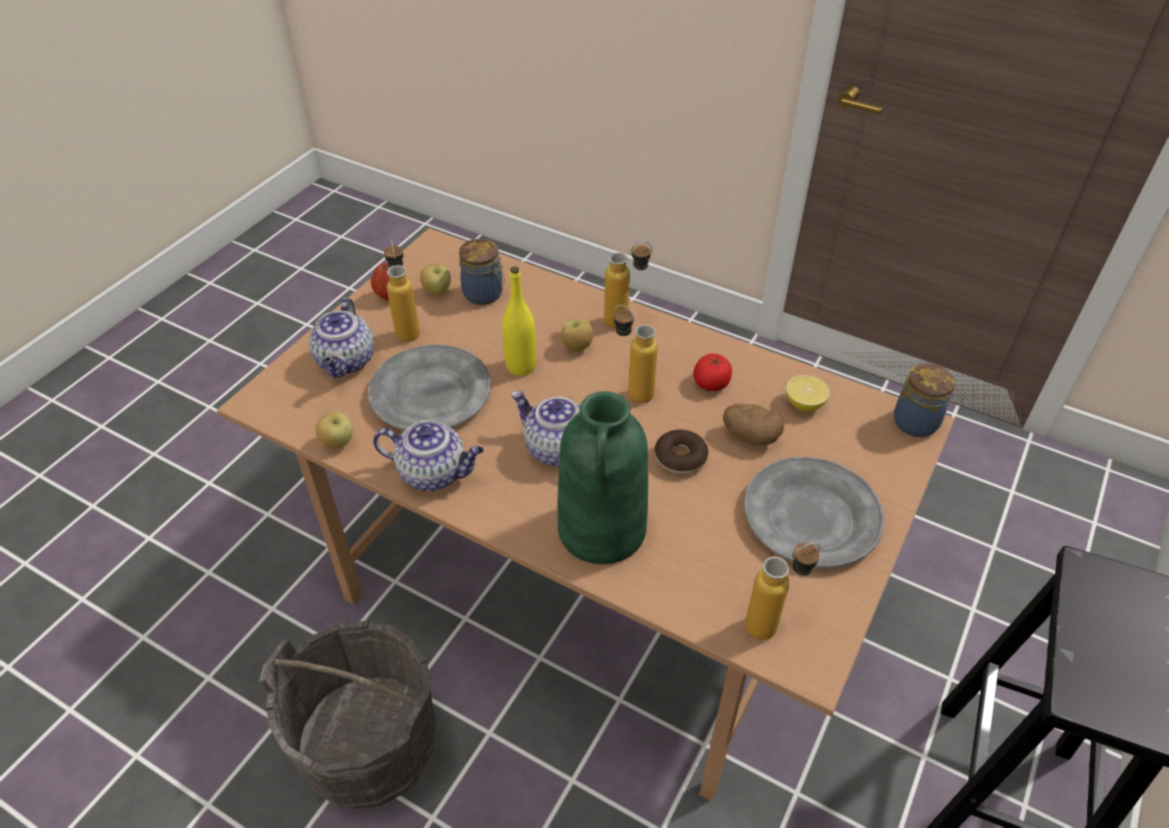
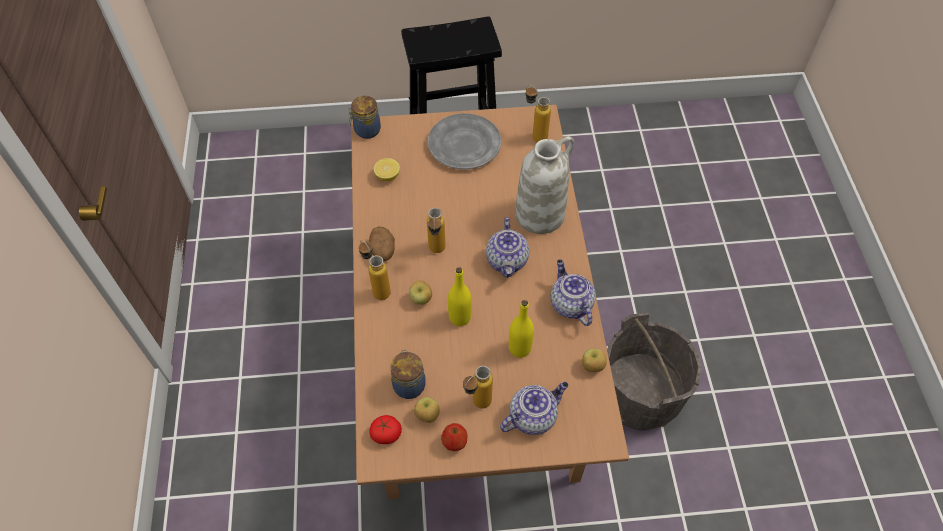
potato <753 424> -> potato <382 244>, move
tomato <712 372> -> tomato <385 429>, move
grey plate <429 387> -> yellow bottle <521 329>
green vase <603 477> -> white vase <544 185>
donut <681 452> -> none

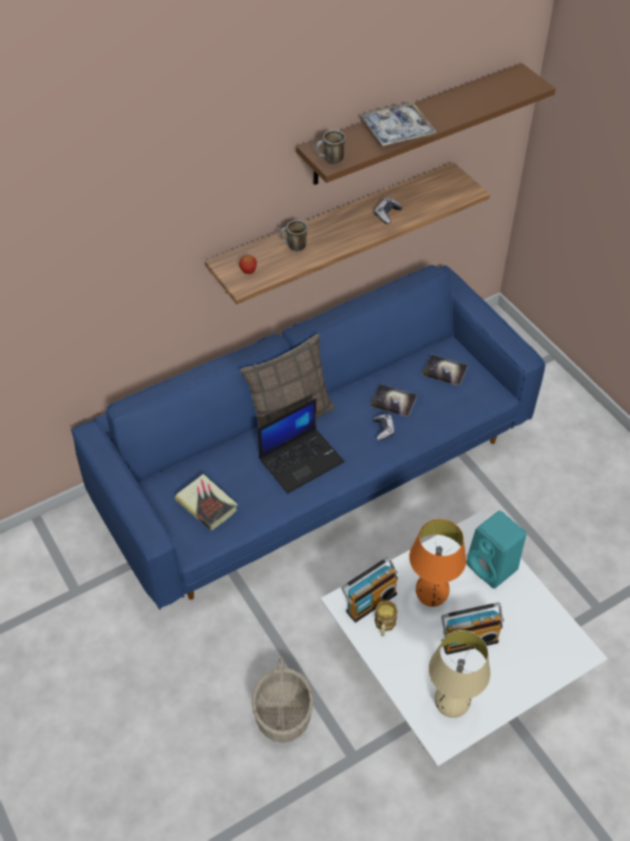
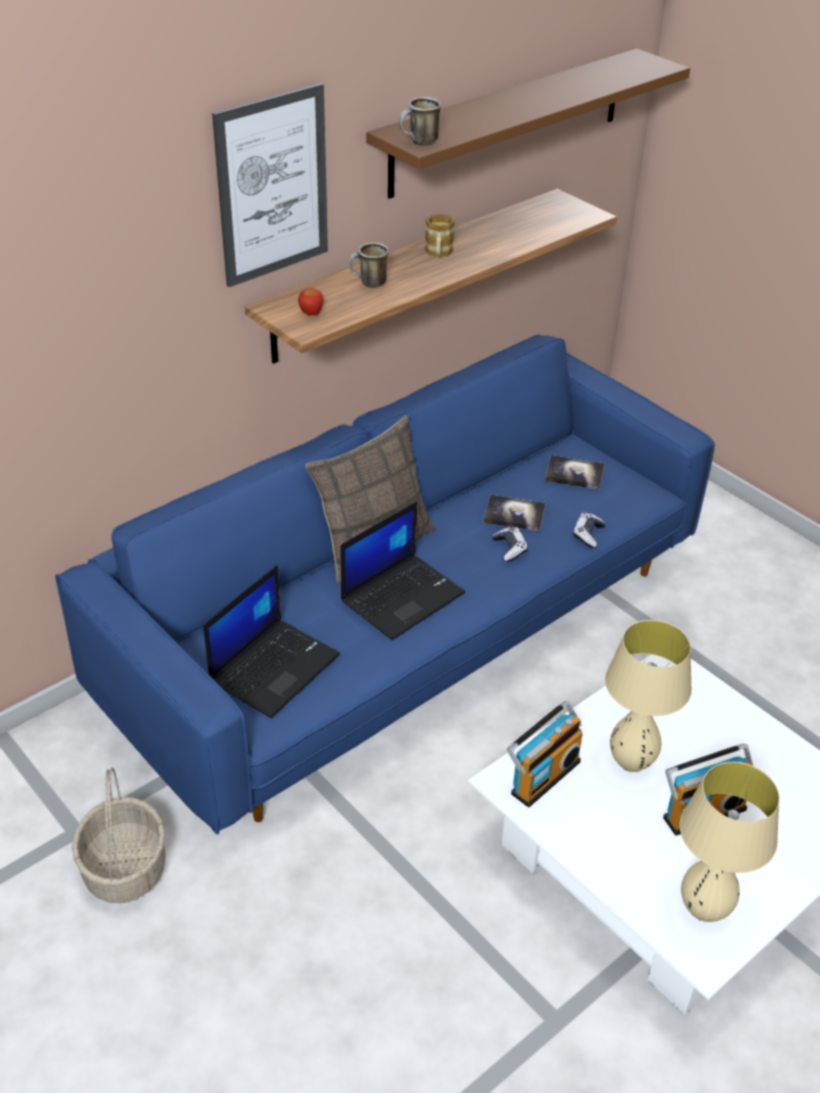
basket <283 699> -> basket <119 835>, move
book <206 502> -> laptop <271 641>
none -> picture <270 185>
mug <386 618> -> mug <440 235>, move
game controller <388 211> -> game controller <589 530>, move
orange table lamp <437 563> -> beige table lamp <648 696>
tray <398 124> -> none
turquoise speaker <496 550> -> none

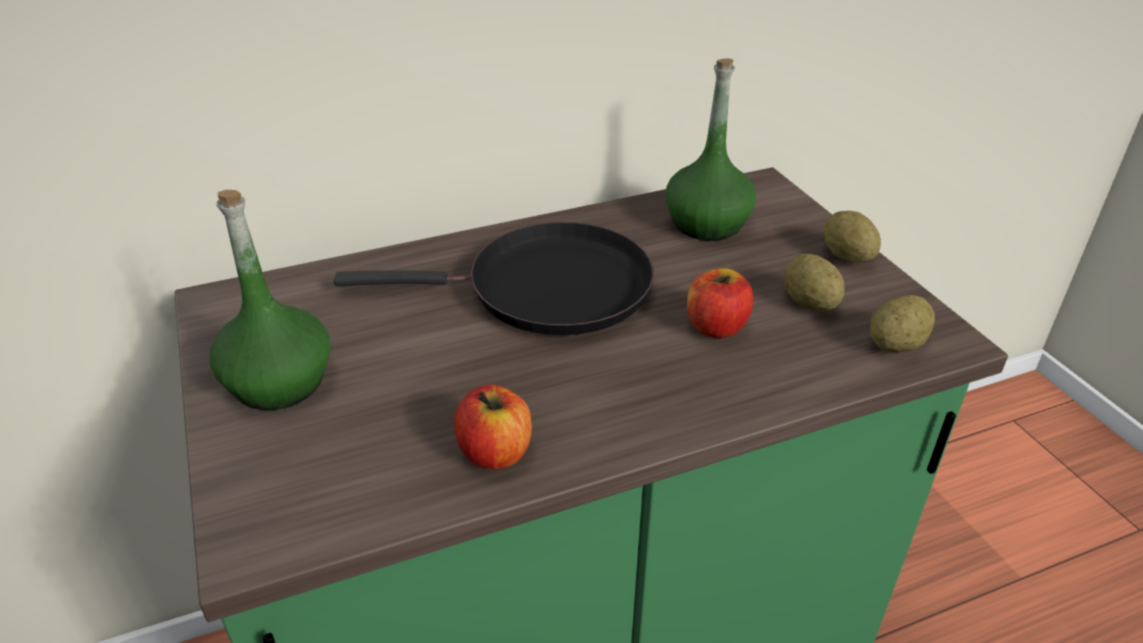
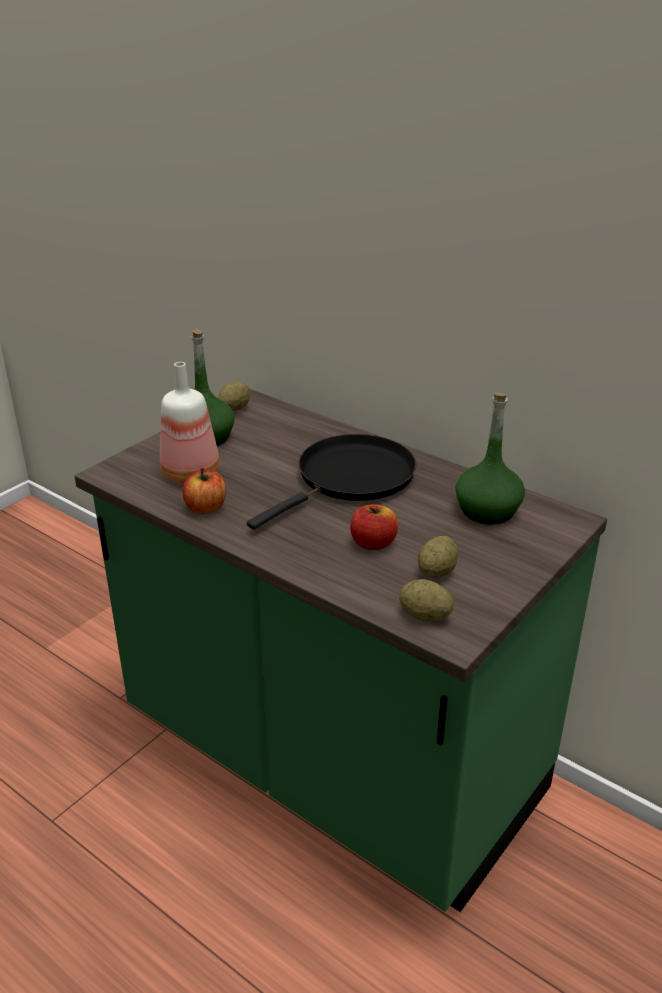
none -> bottle <190 423>
potato <852 236> -> potato <234 396>, move
black frying pan <494 278> -> black frying pan <332 482>, 105 degrees counterclockwise

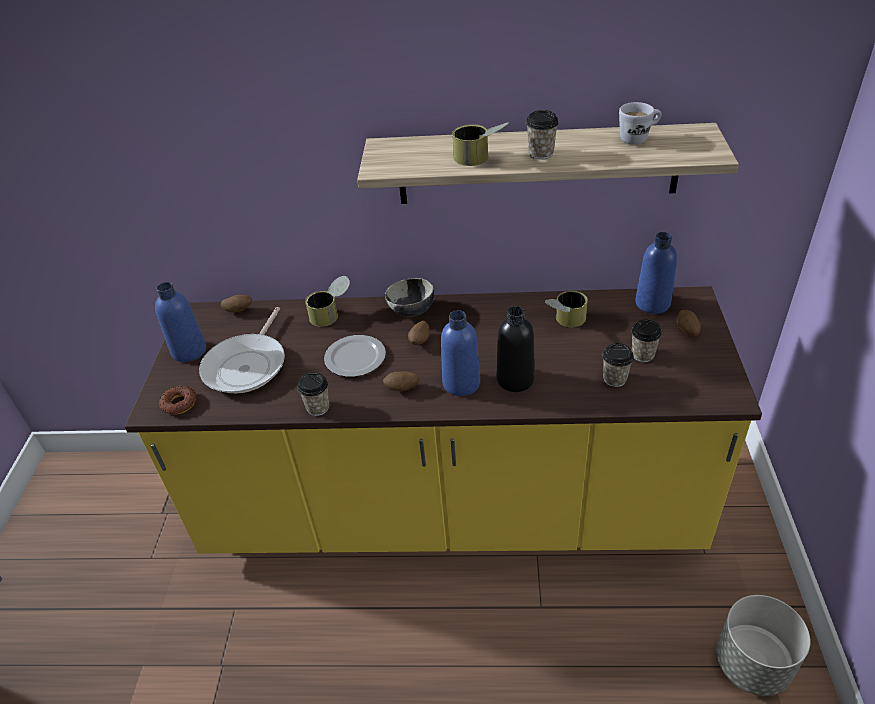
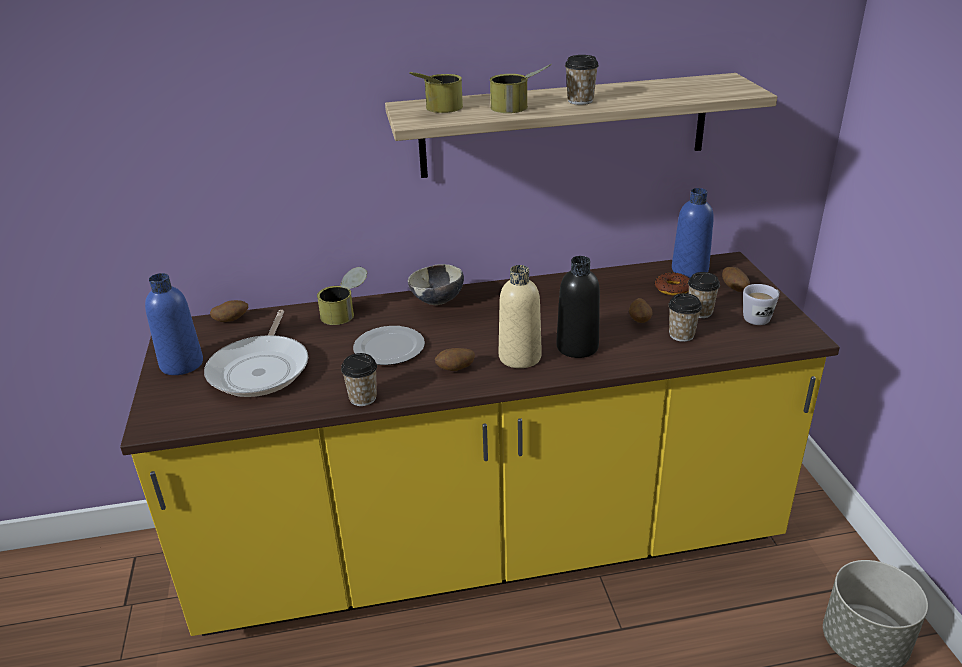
can <566 309> -> can <436 92>, move
blue bottle <460 353> -> beige bottle <520 316>
potato <418 333> -> potato <641 310>, move
donut <177 400> -> donut <672 283>, move
white mug <640 123> -> white mug <761 304>, move

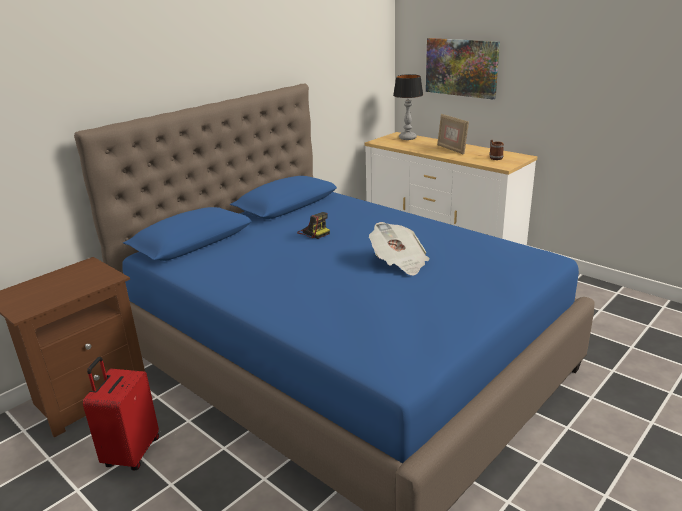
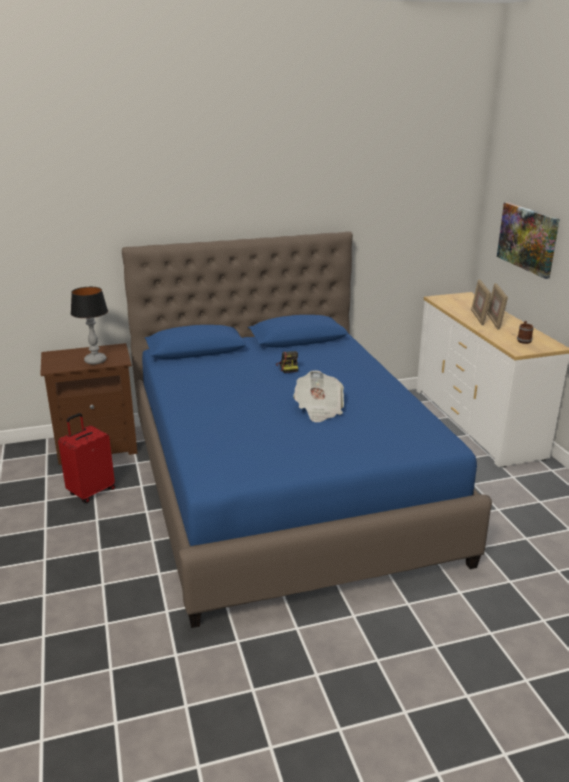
table lamp <408 107> -> table lamp <89 326>, move
none -> picture frame <481 302>

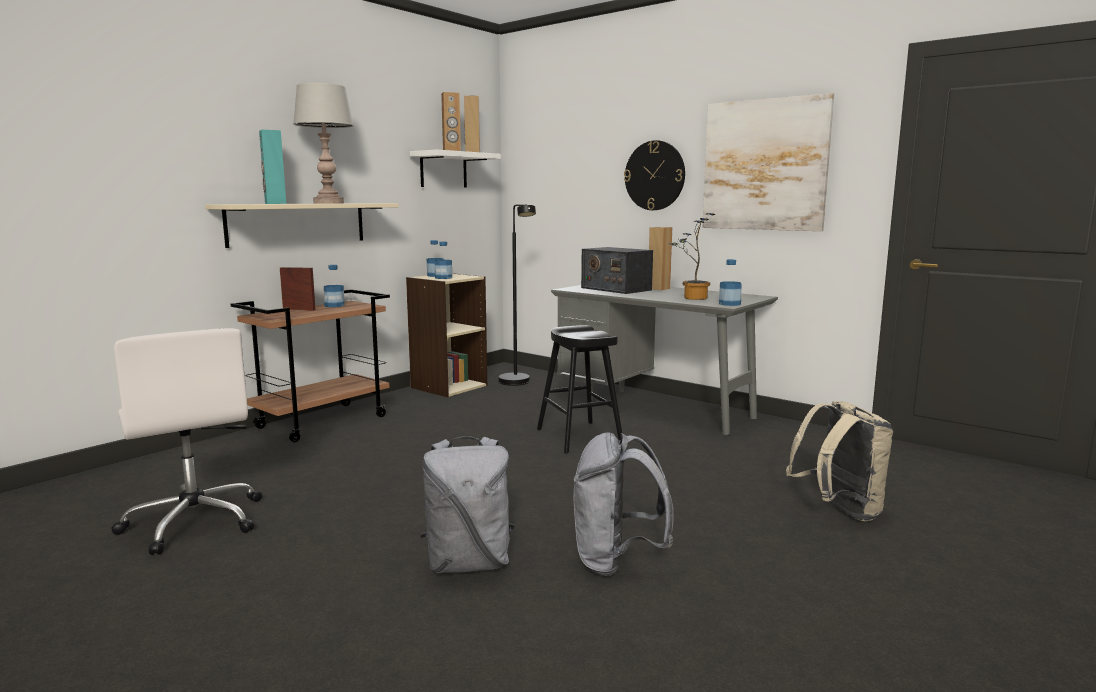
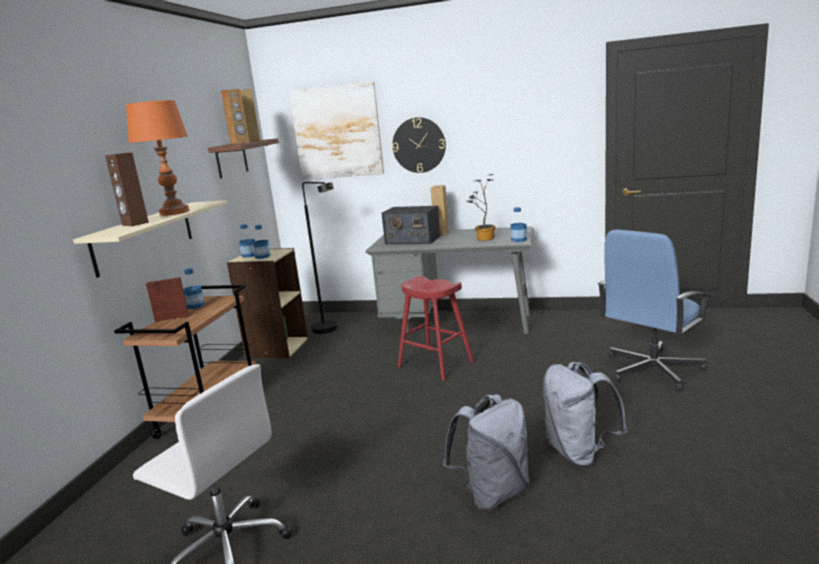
turquoise speaker <272 167> -> brown speaker <127 189>
grey table lamp <323 143> -> orange table lamp <157 158>
white shelf <455 169> -> brown shelf <243 158>
picture <768 162> -> picture <336 131>, move
black stool <579 389> -> red stool <436 328>
beige backpack <839 461> -> blue office chair <654 310>

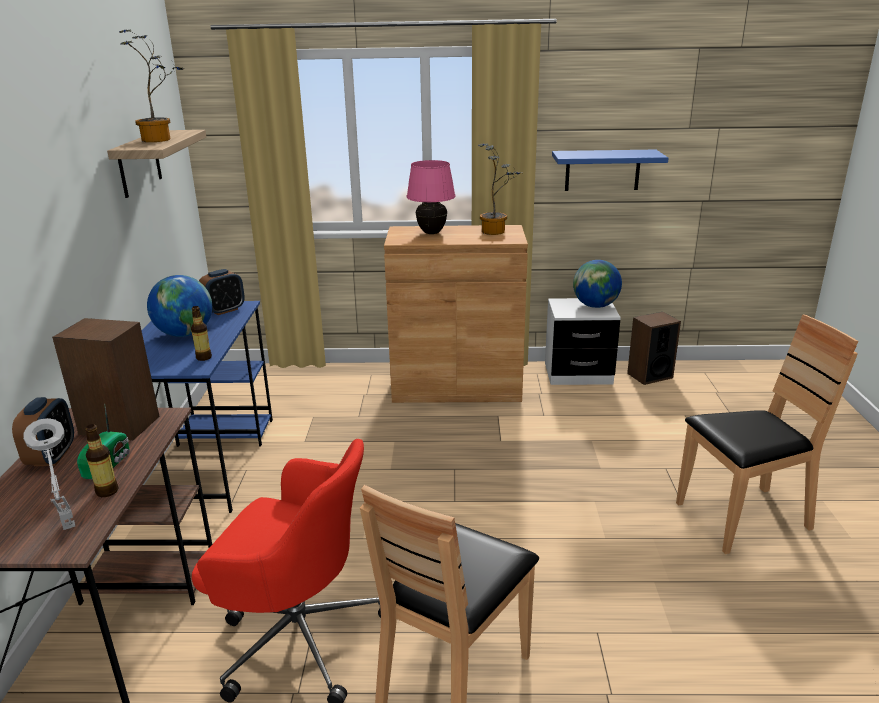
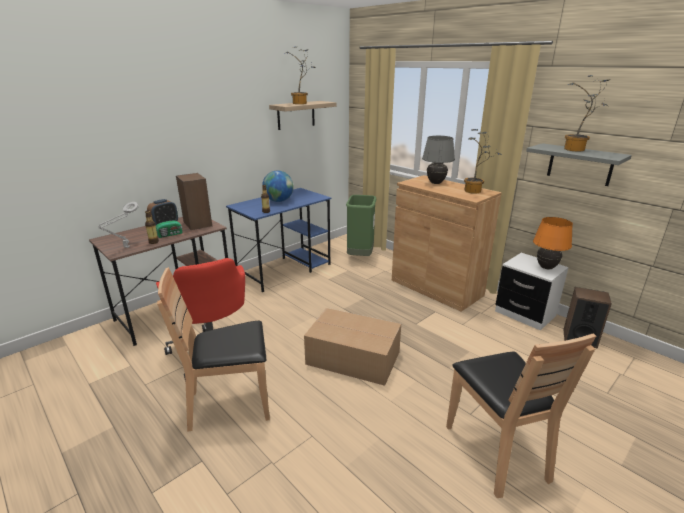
none -> cardboard box <352 347>
none -> green trash can <361 225>
pink table lamp <431 197> -> grey table lamp <438 160>
brown chair <767 434> -> brown chair <521 415>, 45 degrees clockwise
blue shelf <610 170> -> grey shelf <579 164>
globe <597 284> -> orange table lamp <553 243>
none -> potted plant <586 113>
alarm clock <222 292> -> none

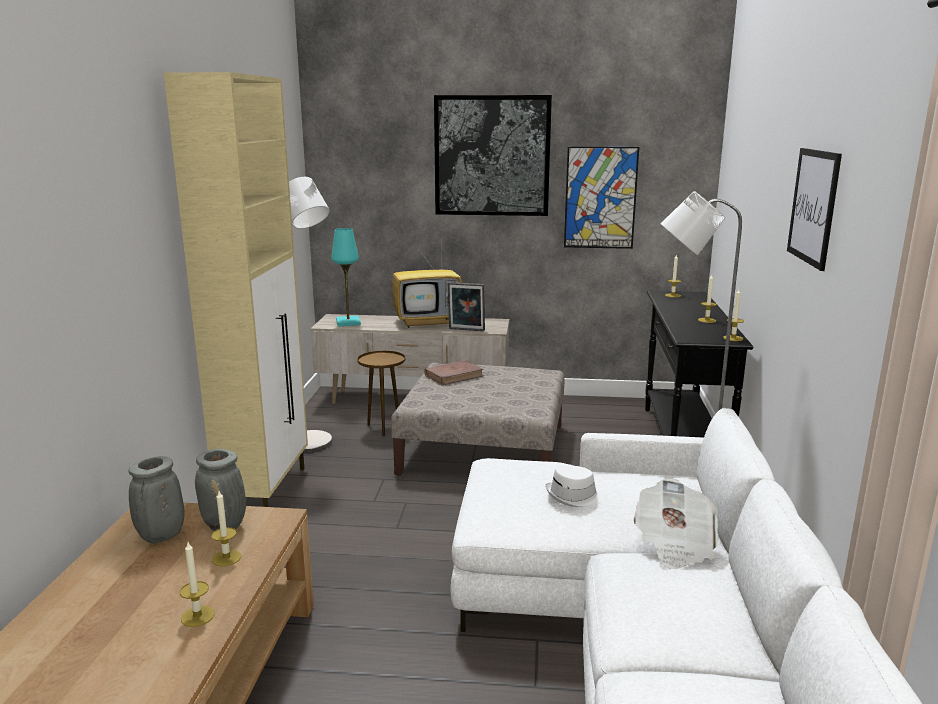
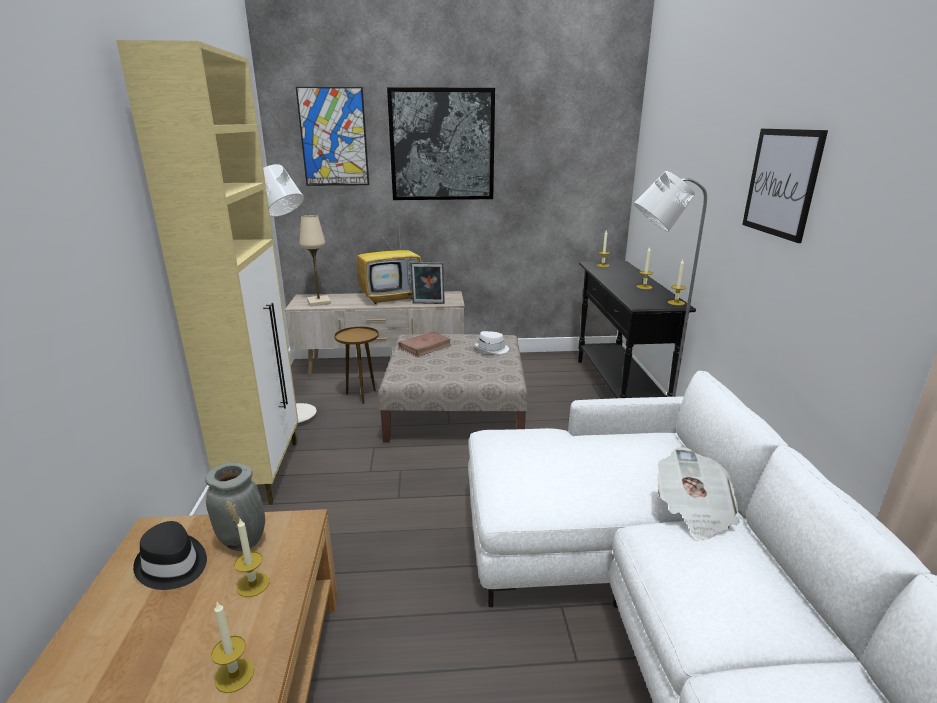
grey vase <156 499> -> black hat <170 555>
picture <601 198> -> picture <332 136>, move
turquoise table lamp <346 277> -> beige table lamp <315 260>
white hat <574 486> -> white hat <492 342>, move

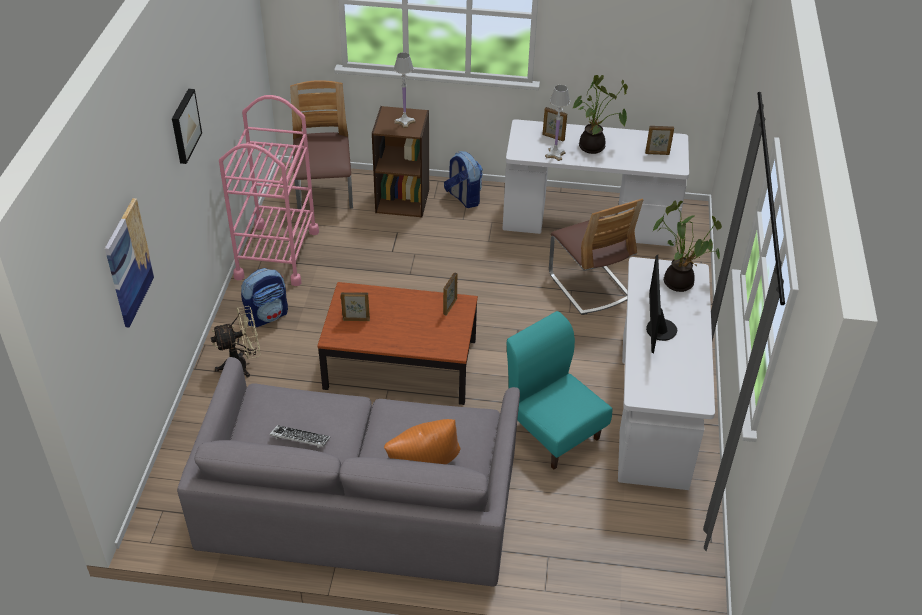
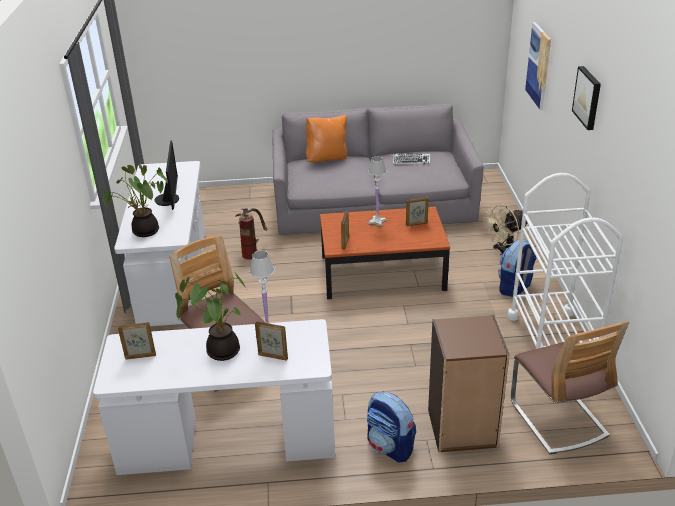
turquoise chair <559 390> -> fire extinguisher <251 234>
white table lamp <404 90> -> white table lamp <377 191>, move
pink cart <269 190> -> white cart <565 261>

